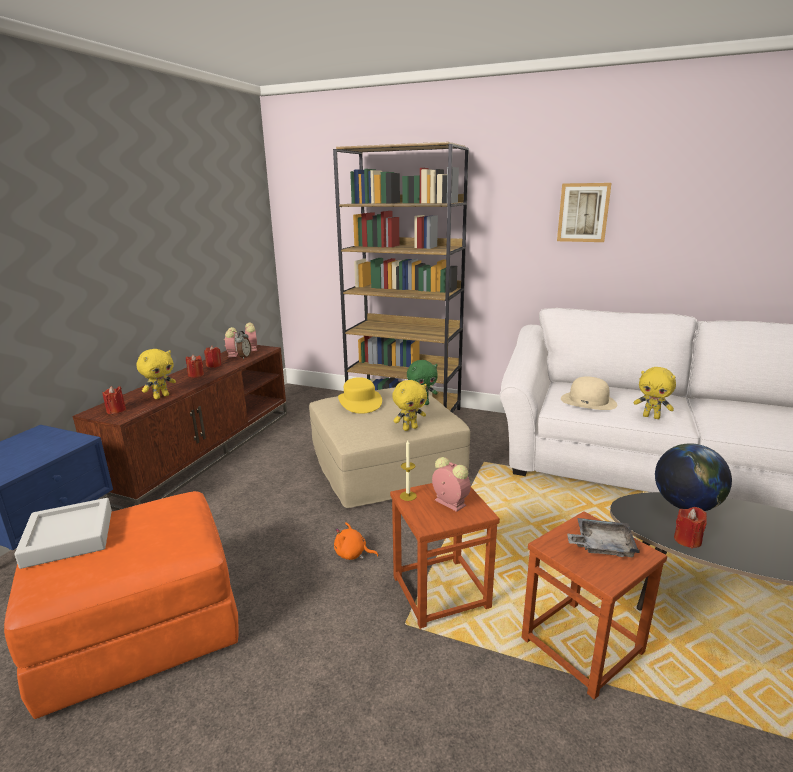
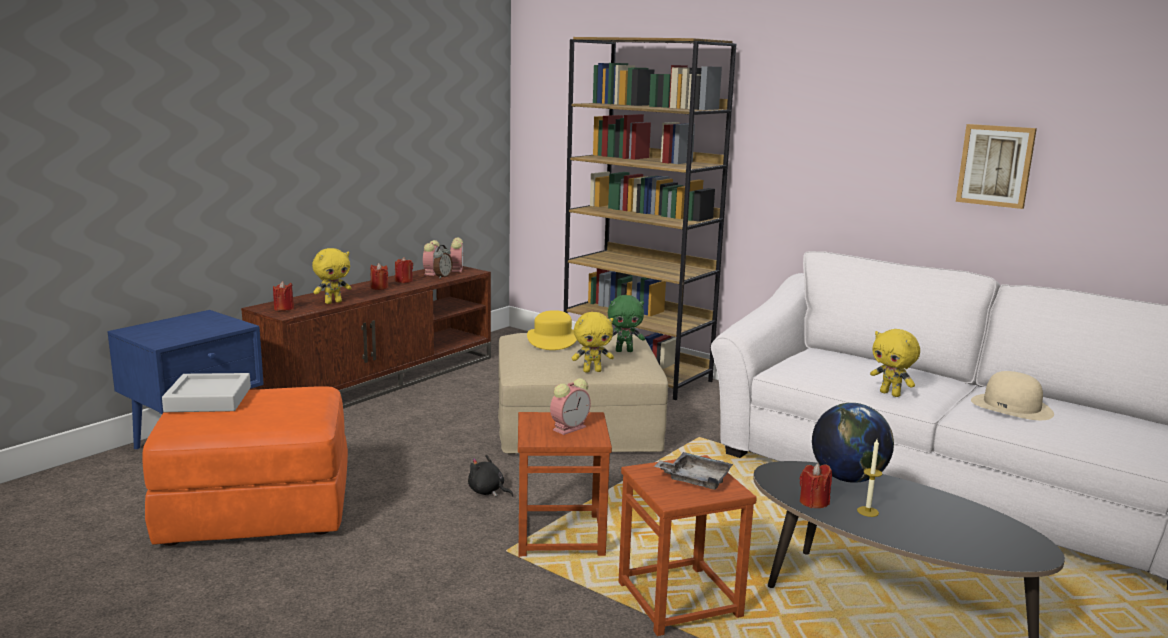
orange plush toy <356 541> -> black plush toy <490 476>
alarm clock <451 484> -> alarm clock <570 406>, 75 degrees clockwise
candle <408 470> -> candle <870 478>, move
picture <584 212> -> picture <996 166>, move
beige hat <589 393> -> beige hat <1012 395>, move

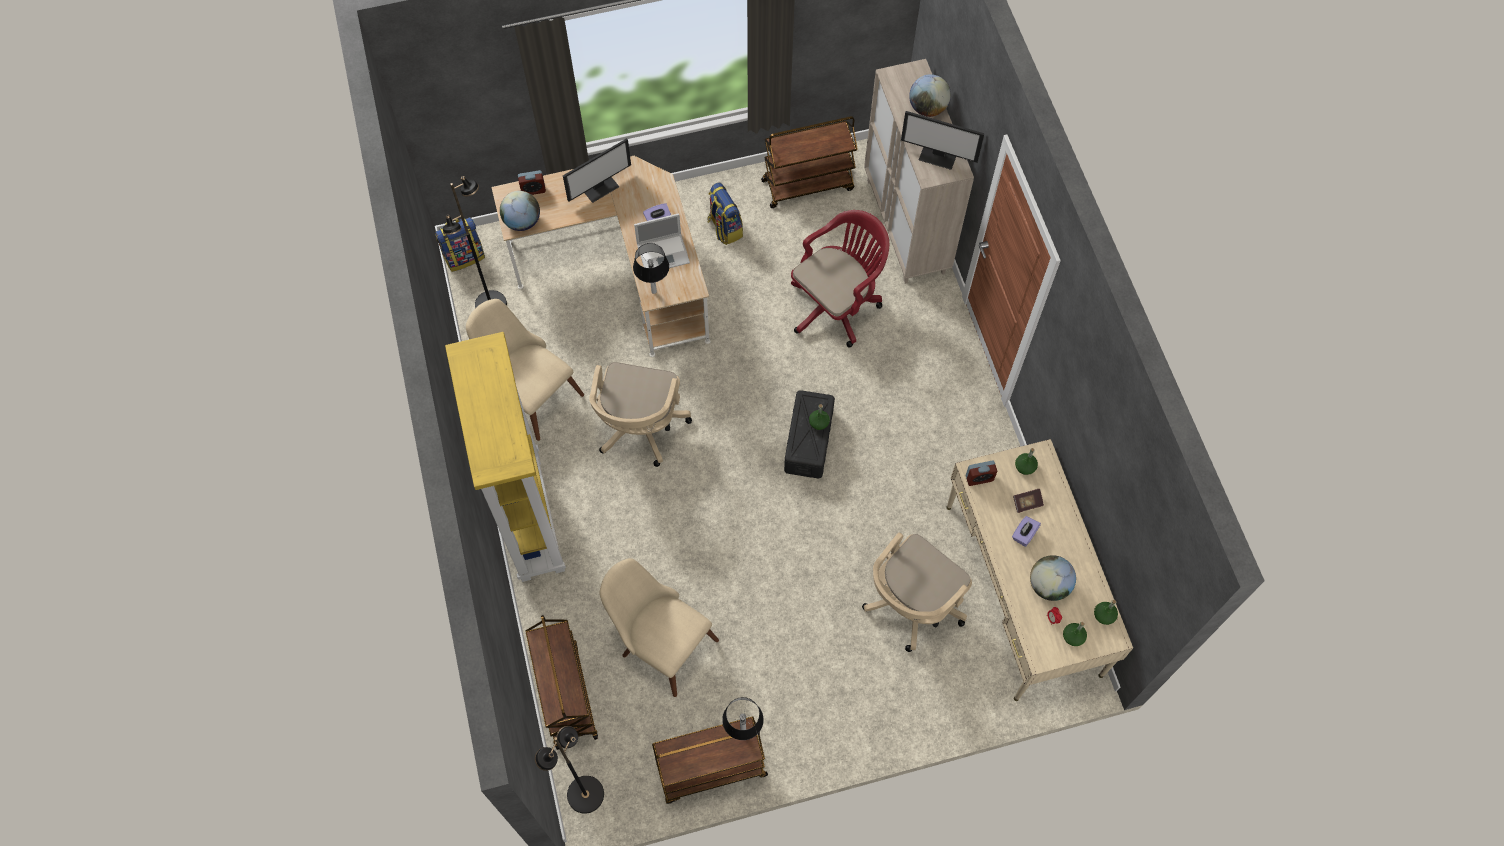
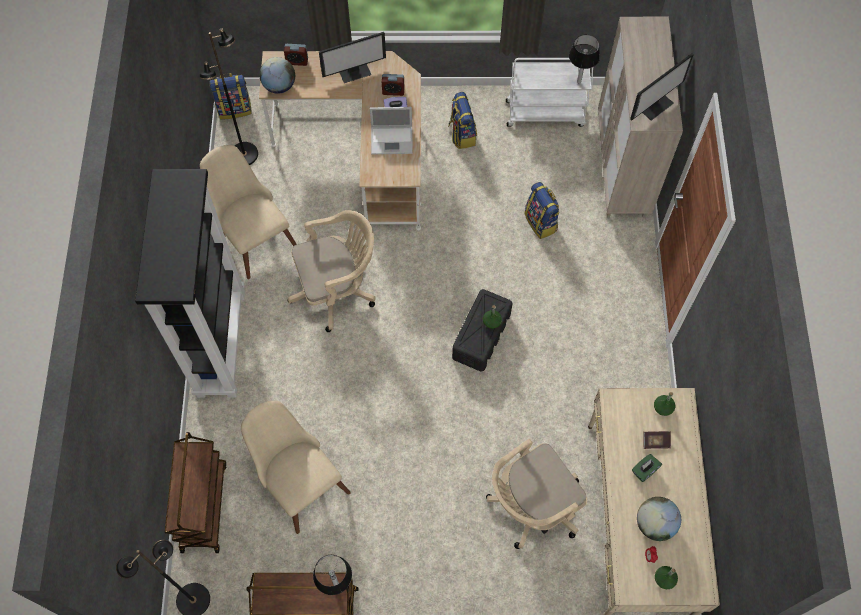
yellow bookcase <505 457> -> black bookcase <190 283>
beige office chair <640 414> -> beige office chair <331 271>, 135 degrees counterclockwise
alarm clock <981 473> -> alarm clock <393 85>, move
brown cart <809 162> -> white cart <549 92>
red office chair <840 278> -> backpack <542 210>
table lamp <651 268> -> table lamp <584 59>, move
monitor <942 140> -> monitor <662 87>, 75 degrees counterclockwise
purple tissue box <1026 531> -> green tissue box <647 468>
globe <930 95> -> none
green bottle <1106 612> -> none

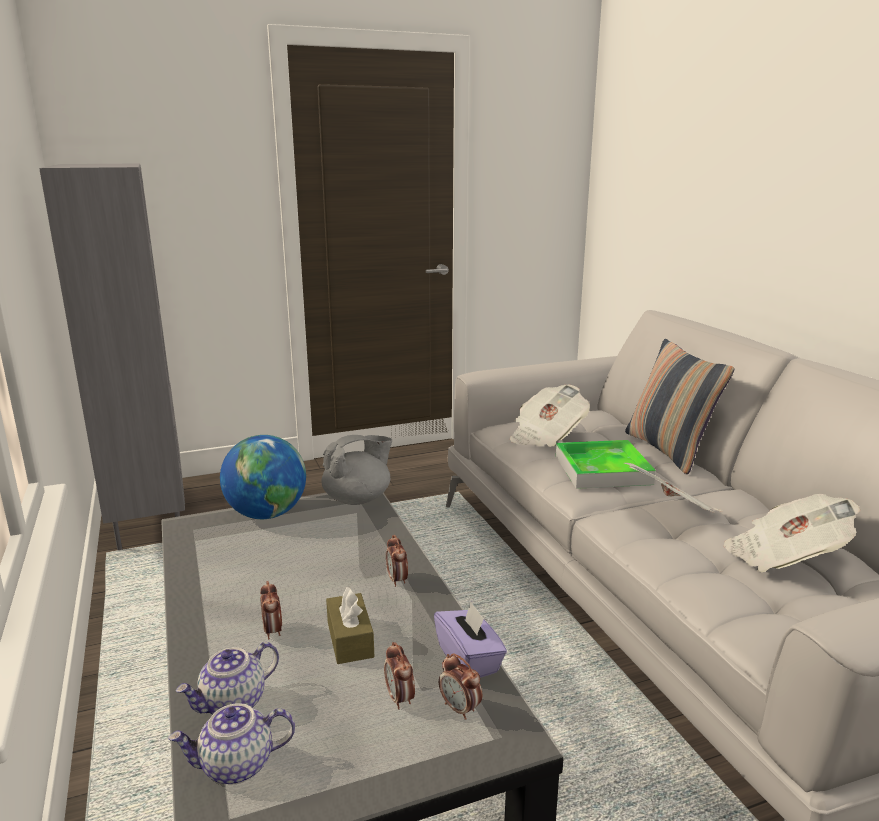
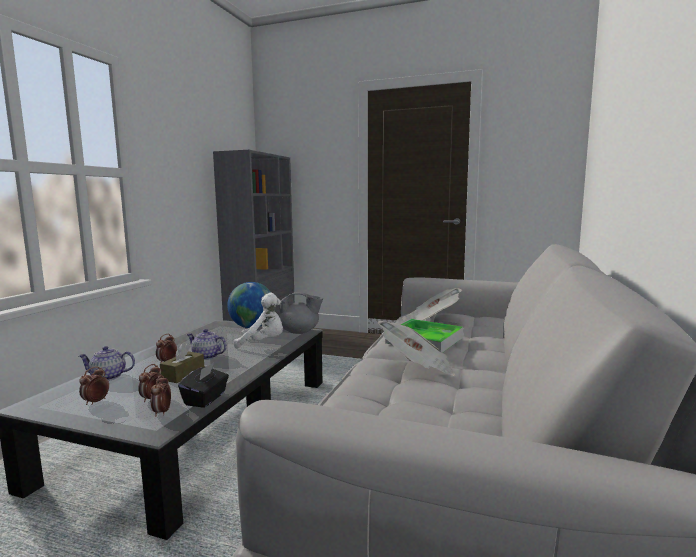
alarm clock <397 561> -> alarm clock <94 385>, move
purple tissue box <470 639> -> black tissue box <203 385>
teapot <231 743> -> teapot <207 344>, move
none -> white plush toy <258 321>
pillow <680 406> -> none
newspaper <792 533> -> none

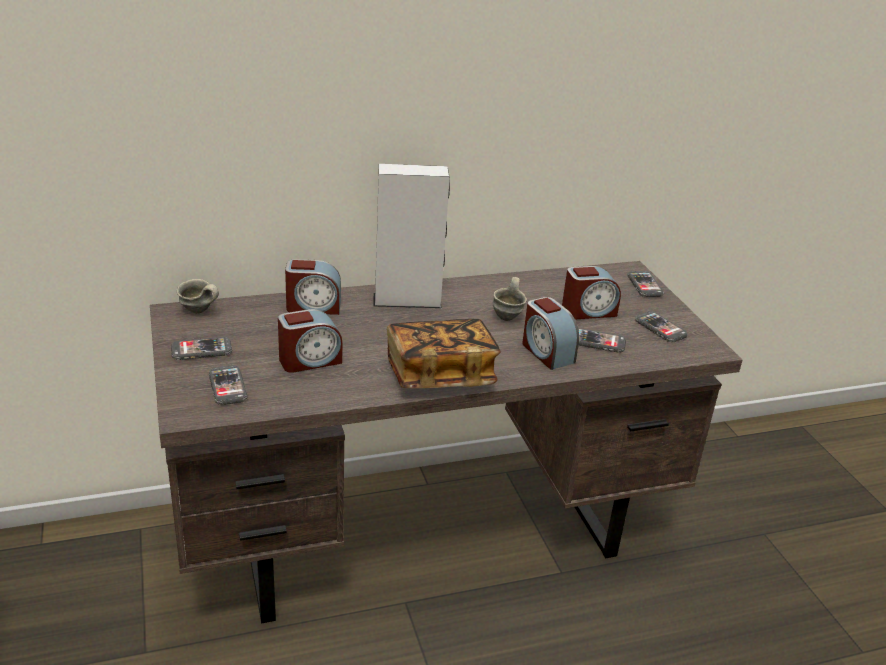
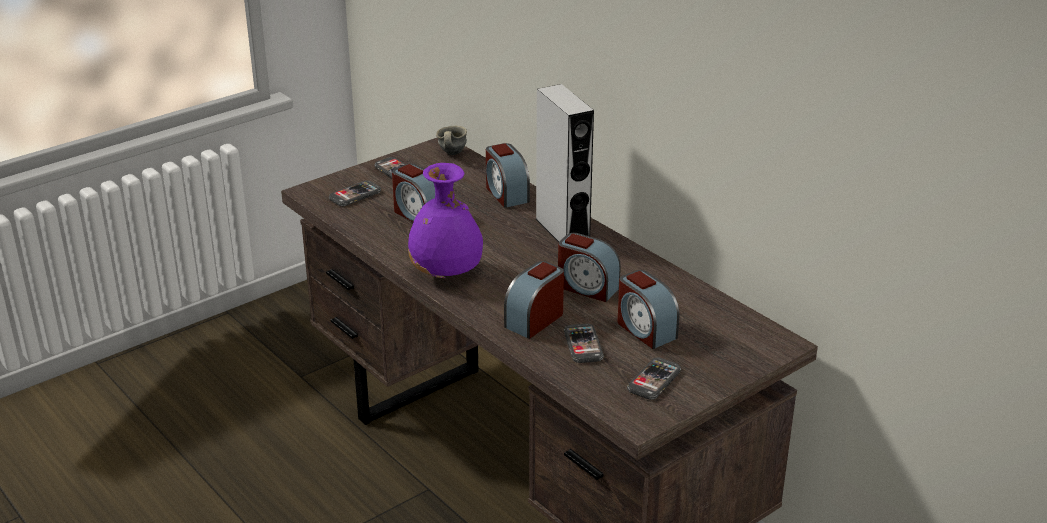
book <444 353> -> purple vase <445 220>
grey mug <510 299> -> alarm clock <589 267>
phone <645 284> -> none

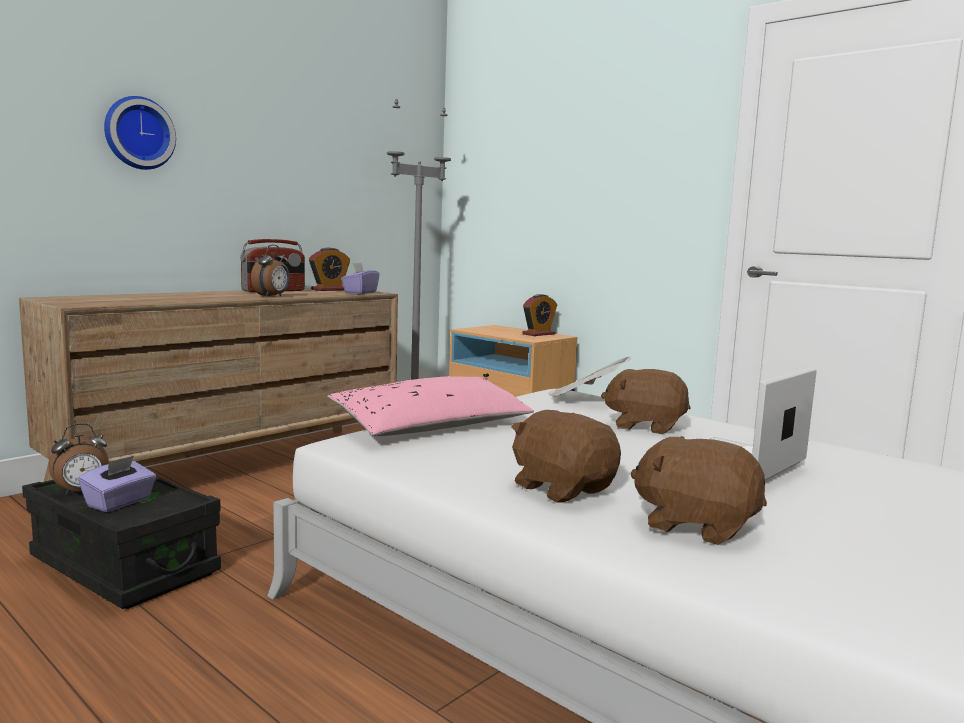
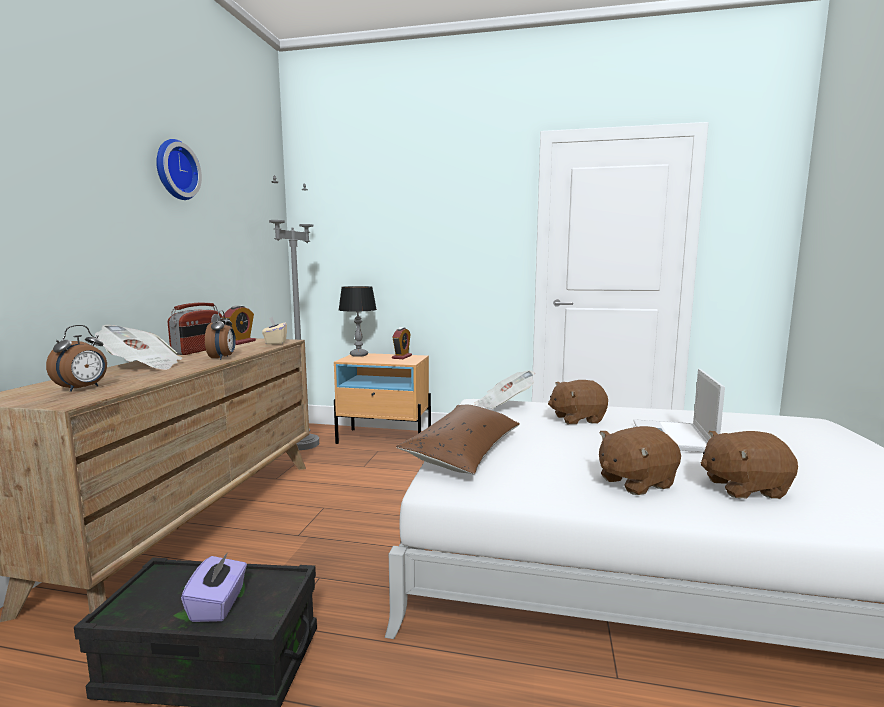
alarm clock <78 459> -> alarm clock <76 358>, move
none -> newspaper <138 347>
wall clock <140 133> -> wall clock <179 169>, move
purple tissue box <360 278> -> beige tissue box <274 331>
none -> table lamp <358 321>
pink pillow <430 406> -> brown pillow <458 439>
brown plush toy <566 456> -> brown plush toy <640 460>, 45 degrees counterclockwise

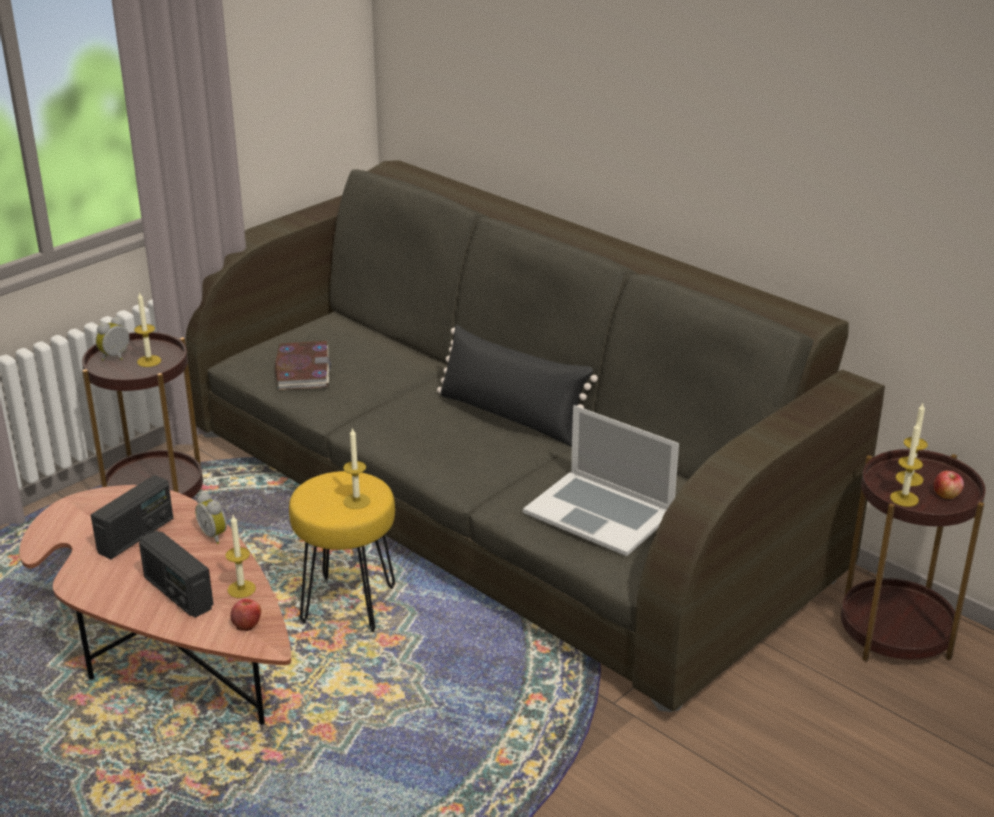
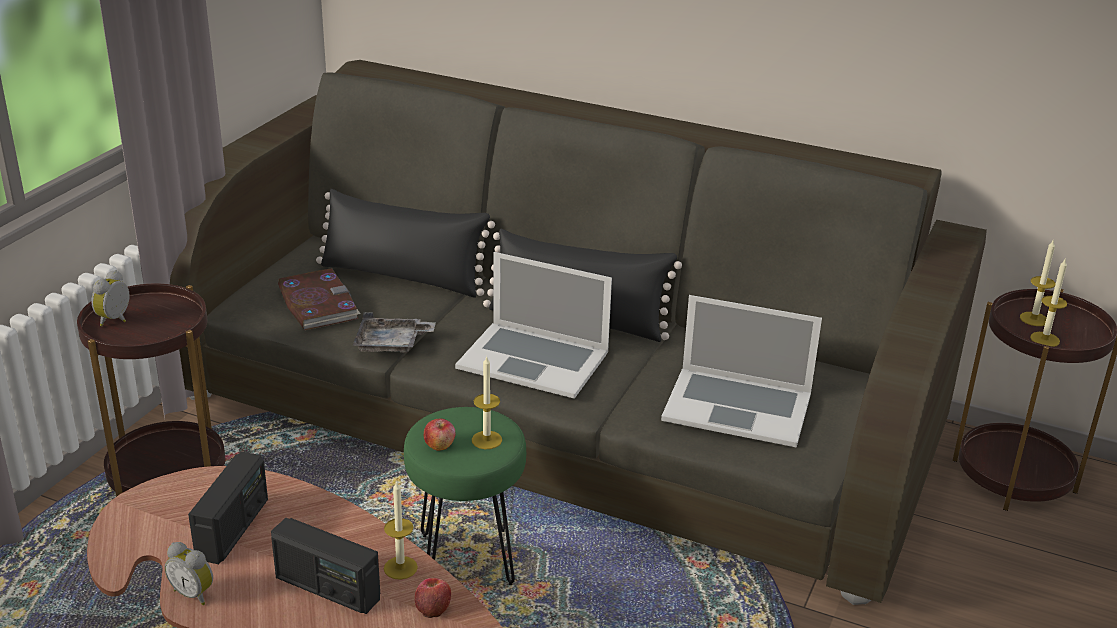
alarm clock <211 518> -> alarm clock <189 573>, move
none -> black pillow <405 243>
none -> grey tray <394 332>
yellow stool <342 551> -> green stool <465 496>
apple <949 485> -> apple <440 434>, move
none -> laptop <533 325>
candle <147 329> -> none

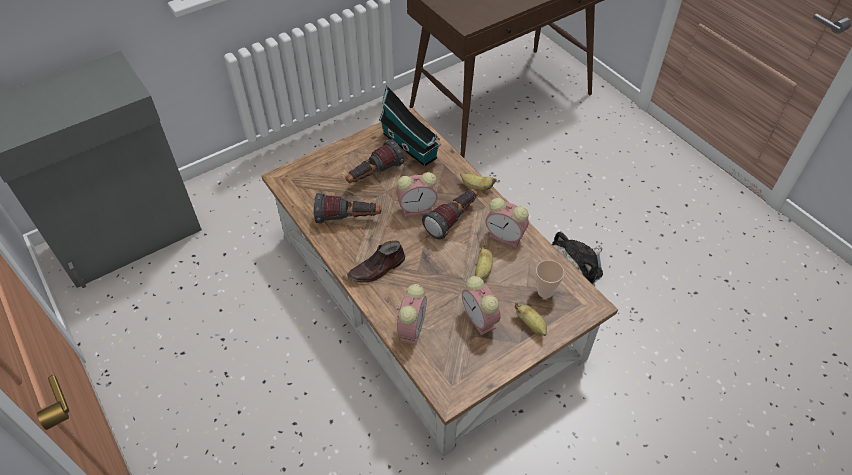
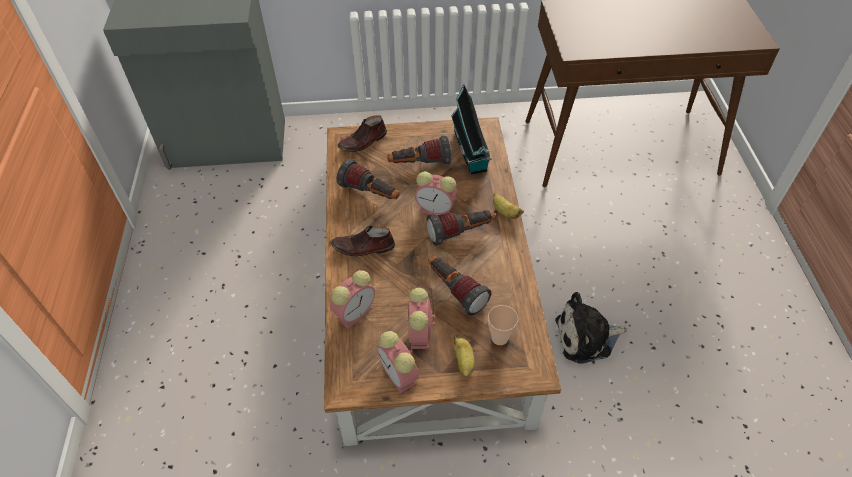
none -> brown shoe <362 133>
alarm clock <507 223> -> alarm clock <398 362>, move
banana <484 262> -> flashlight <460 286>

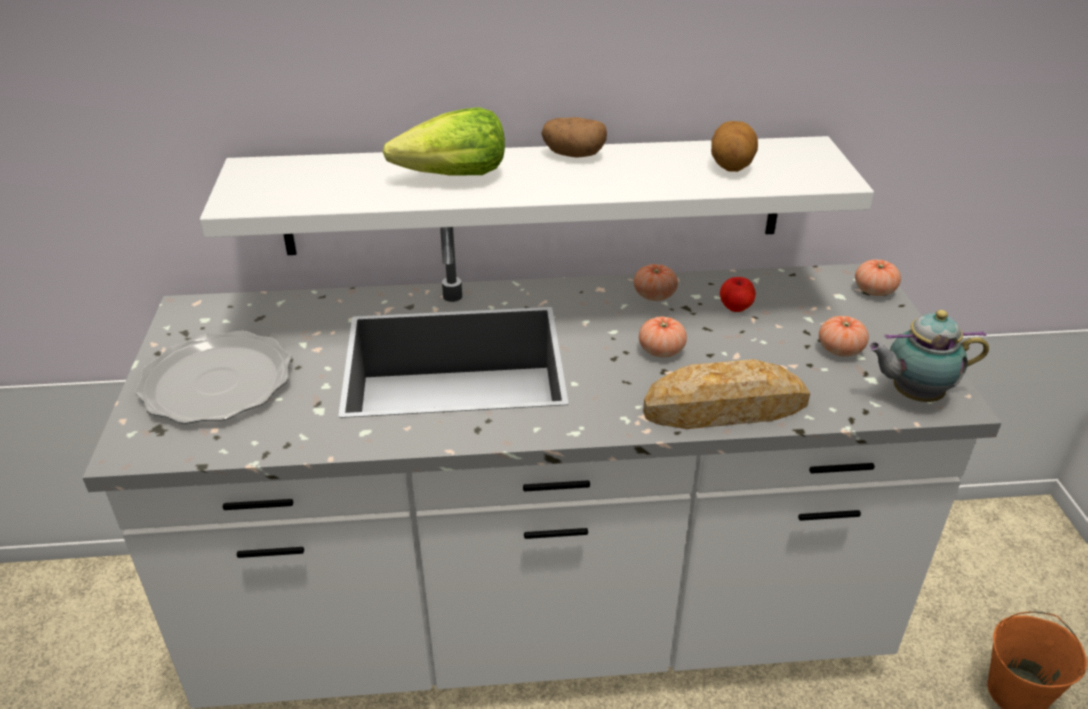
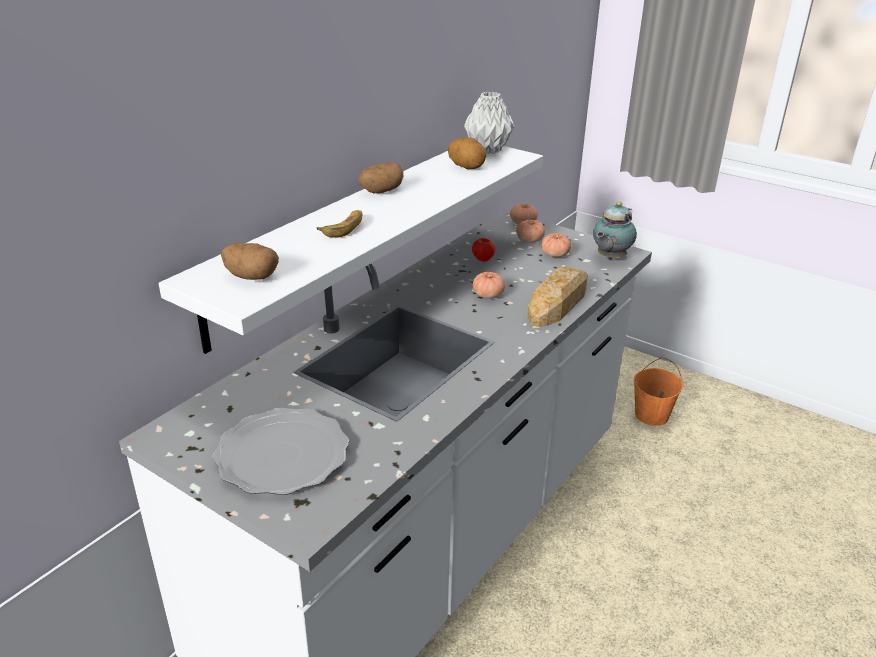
none -> potato <250 261>
lettuce <444 141> -> banana <339 223>
none -> grey vase <489 123>
tomato <656 282> -> tomato <530 231>, move

